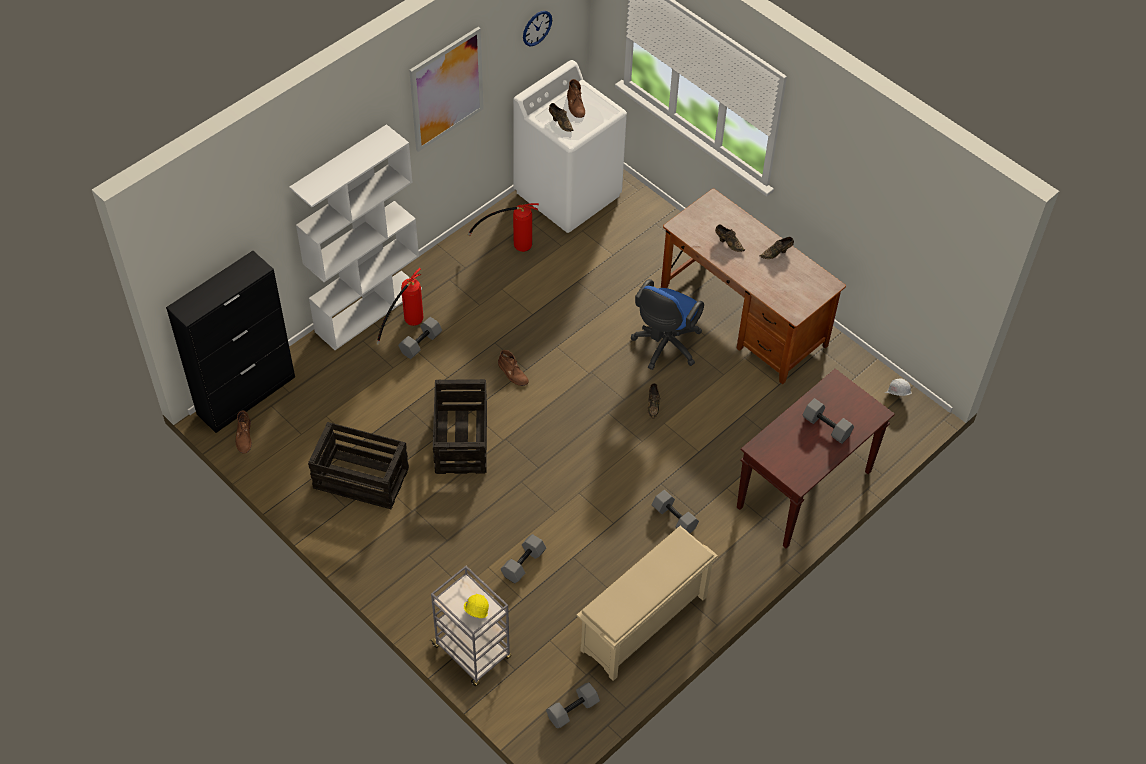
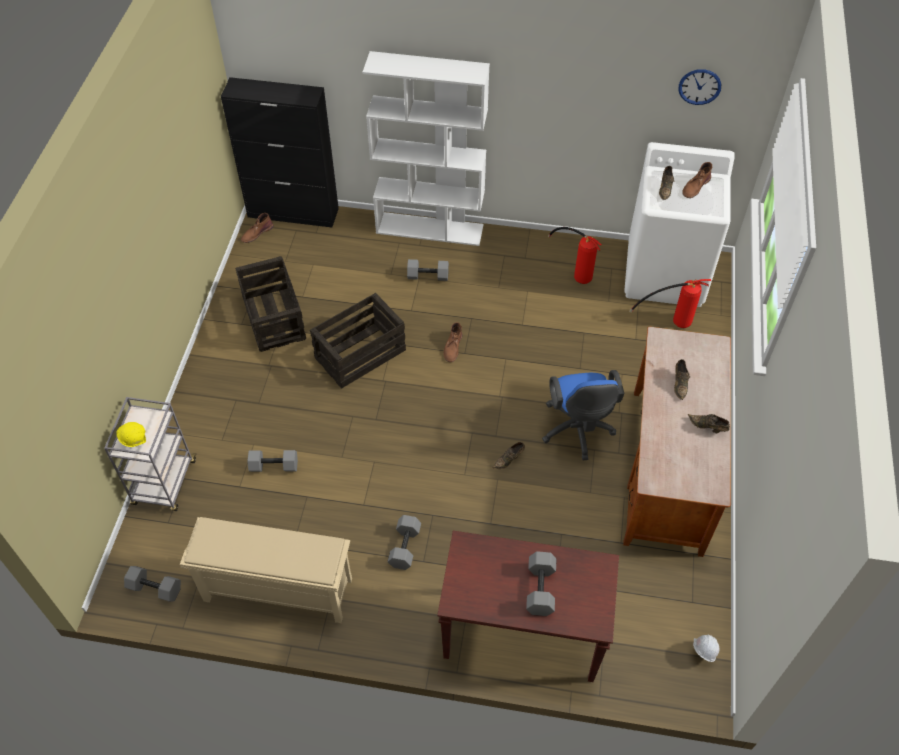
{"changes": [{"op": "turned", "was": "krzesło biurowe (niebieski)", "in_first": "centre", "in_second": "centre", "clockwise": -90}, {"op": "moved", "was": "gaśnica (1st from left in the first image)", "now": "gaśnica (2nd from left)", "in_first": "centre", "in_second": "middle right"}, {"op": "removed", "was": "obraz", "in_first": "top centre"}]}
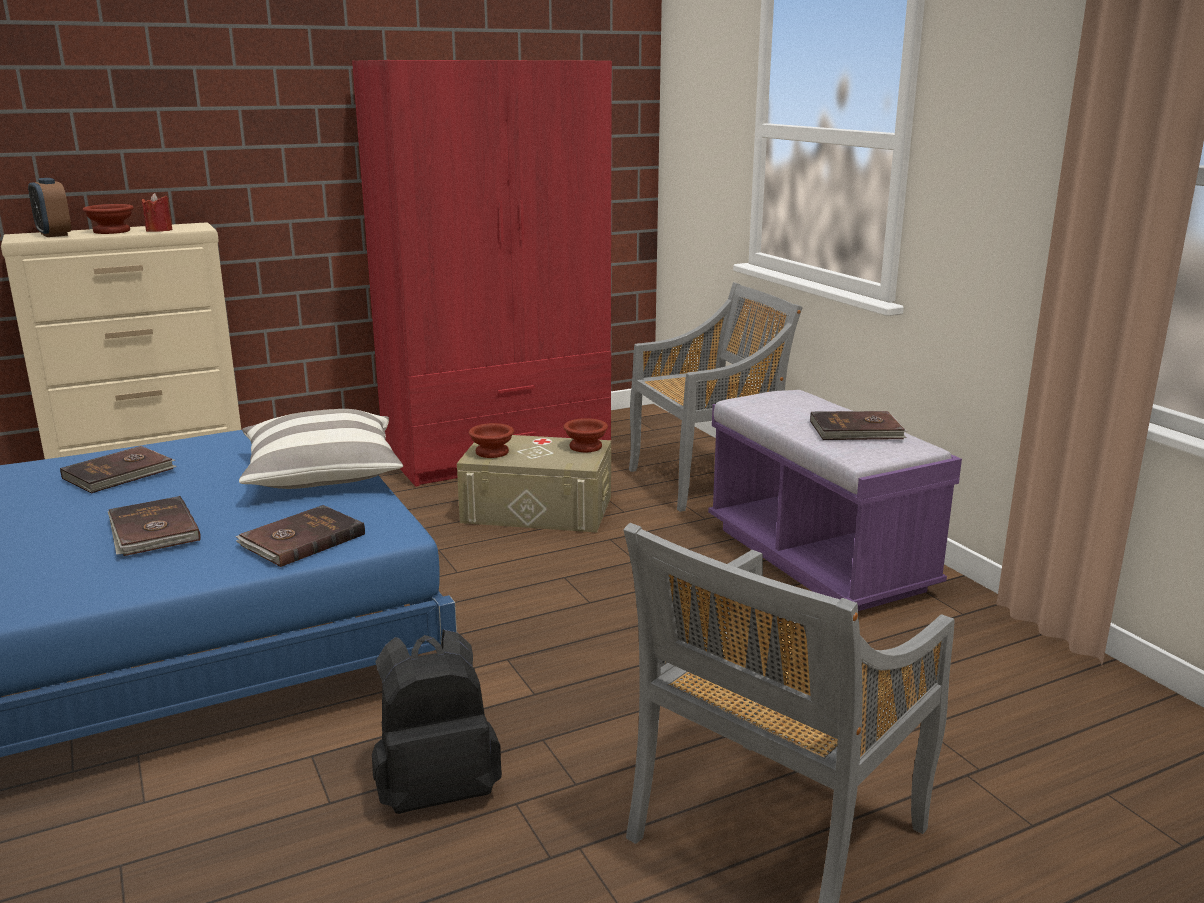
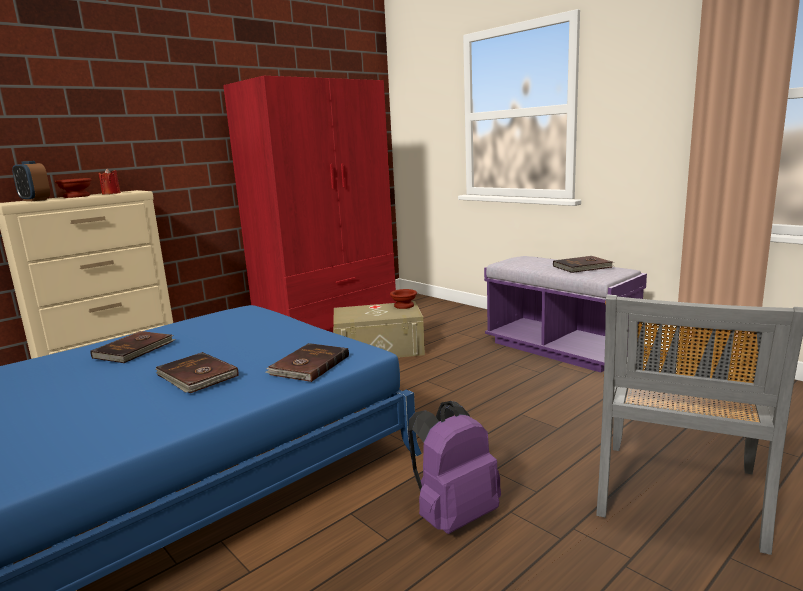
{"changes": [{"op": "recoloured", "was": "plecak (czarny)", "now": "plecak (fioletowy)", "in_first": "bottom centre", "in_second": "bottom centre"}, {"op": "removed", "was": "poduszka", "in_first": "middle left"}, {"op": "removed", "was": "miska (brązowy) (2nd from left)", "in_first": "centre"}, {"op": "removed", "was": "krzesło (szary) (1st from left)", "in_first": "centre"}]}
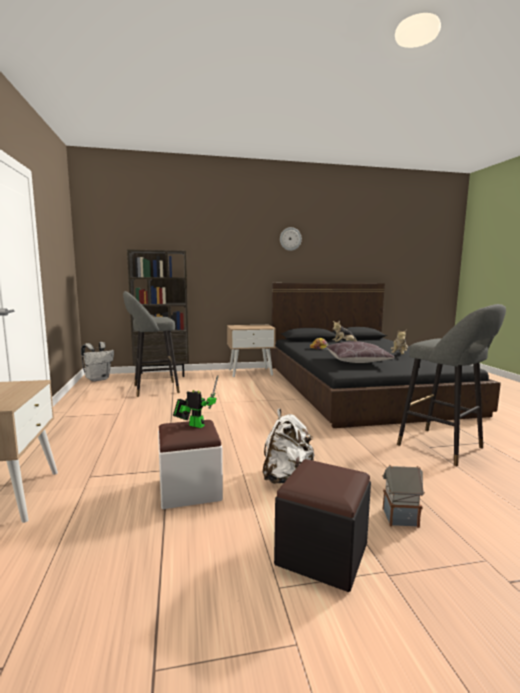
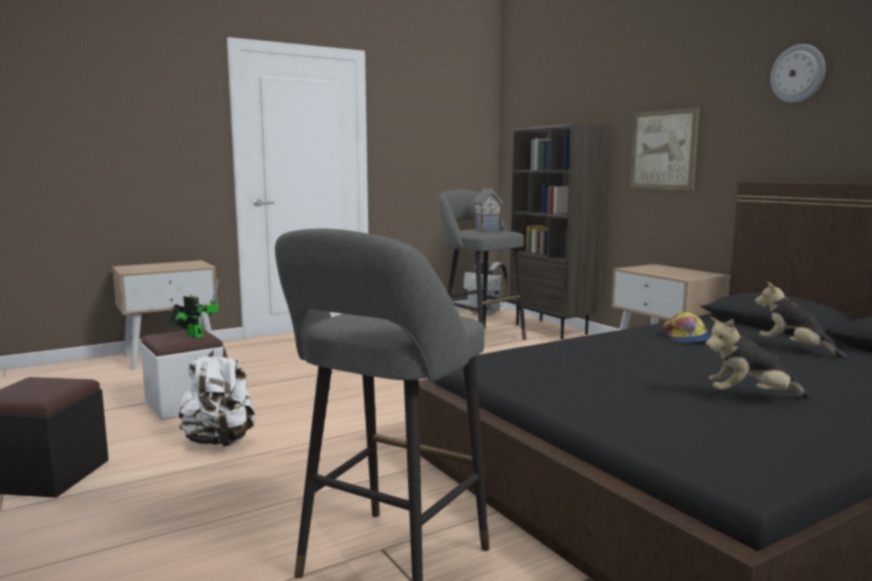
{"changes": [{"op": "turned", "was": "robot zabawkowy", "in_first": "centre", "in_second": "middle left", "clockwise": -60}, {"op": "moved", "was": "domek", "in_first": "bottom right", "in_second": "centre"}, {"op": "added", "now": "obraz", "in_second": "top right"}, {"op": "removed", "was": "poduszka (brązowy)", "in_first": "middle right"}]}
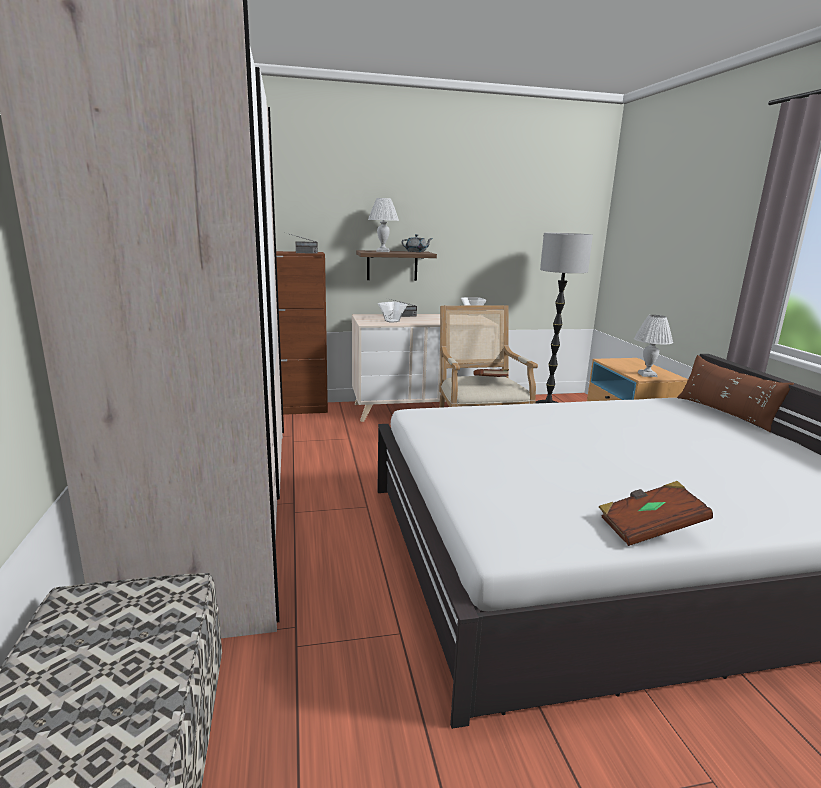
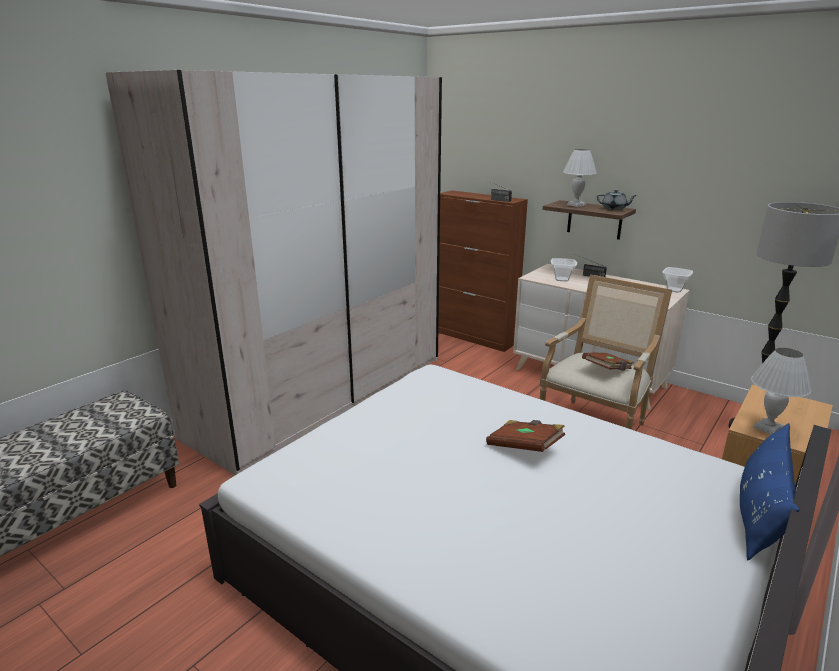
{"changes": [{"op": "moved", "was": "książka (brązowy) (2nd from left in the first image)", "now": "książka (brązowy) (1st from left)", "in_first": "middle right", "in_second": "centre"}, {"op": "recoloured", "was": "poduszka (brązowy)", "now": "poduszka (niebieski)", "in_first": "middle right", "in_second": "bottom right"}]}
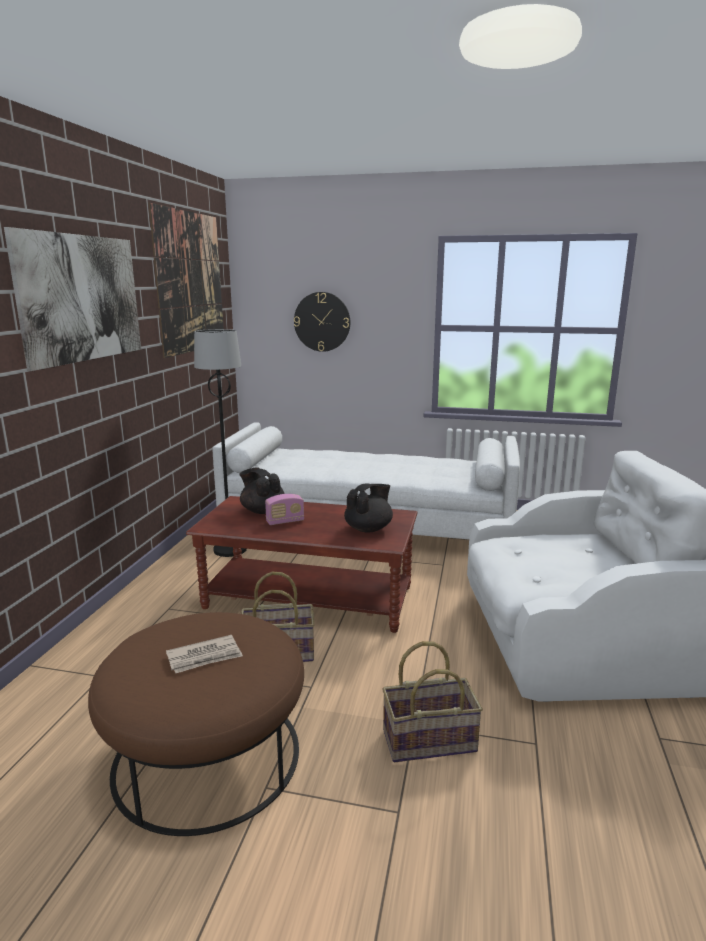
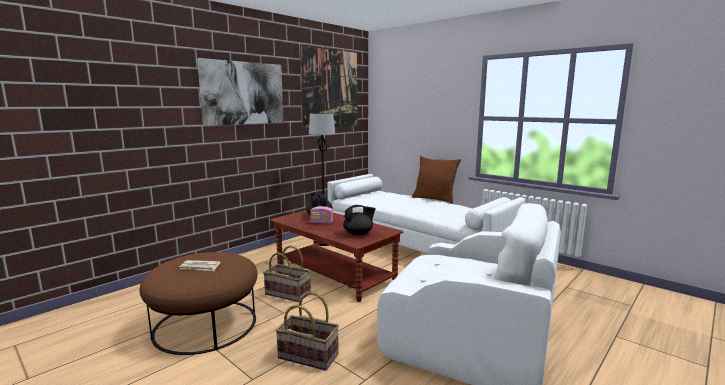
{"changes": [{"op": "added", "now": "poduszka (brązowy)", "in_second": "centre"}, {"op": "removed", "was": "zegar ścienny", "in_first": "centre"}]}
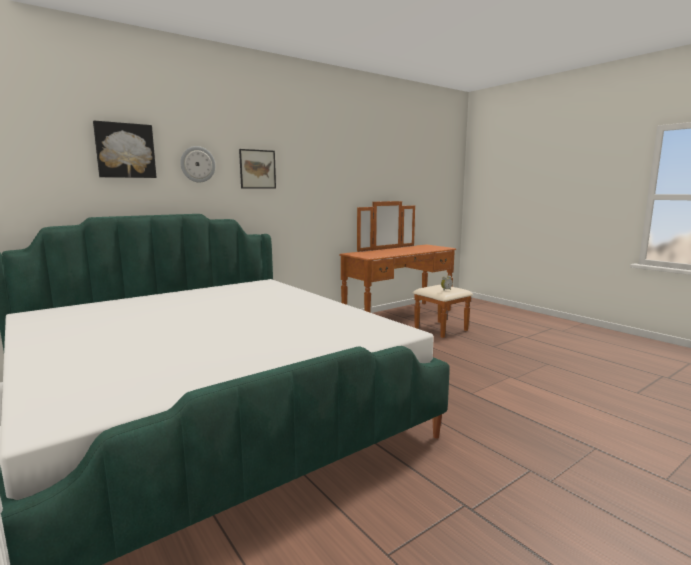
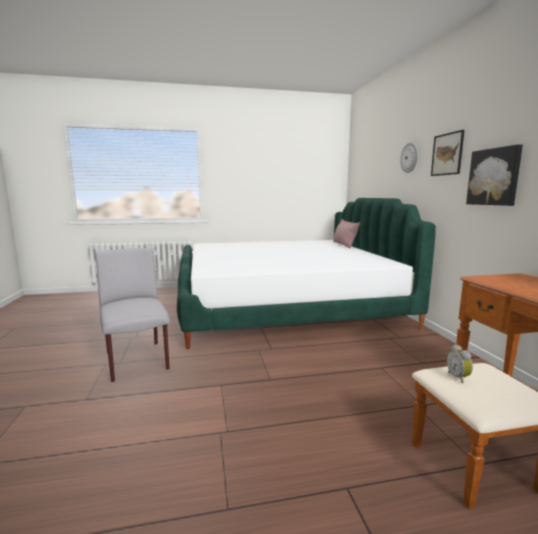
{"changes": [{"op": "added", "now": "krzesło (szary)", "in_second": "middle left"}, {"op": "added", "now": "poduszka (różowy)", "in_second": "centre"}, {"op": "moved", "was": "obraz (1st from left in the first image)", "now": "obraz (2nd from left)", "in_first": "top left", "in_second": "top right"}]}
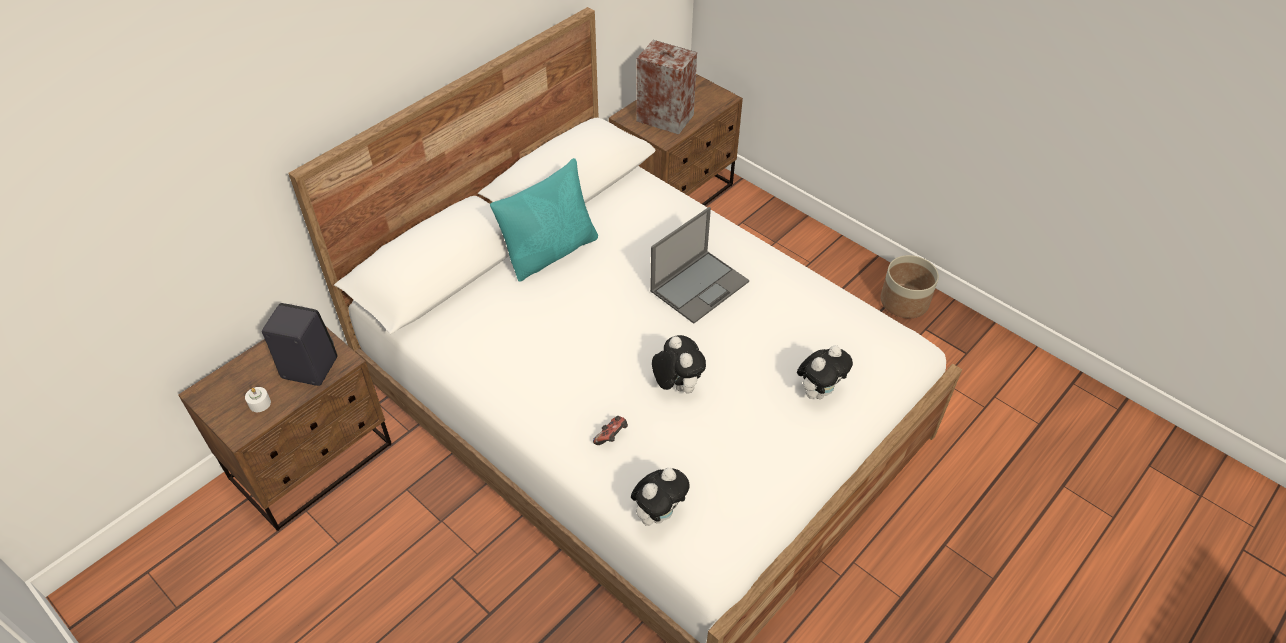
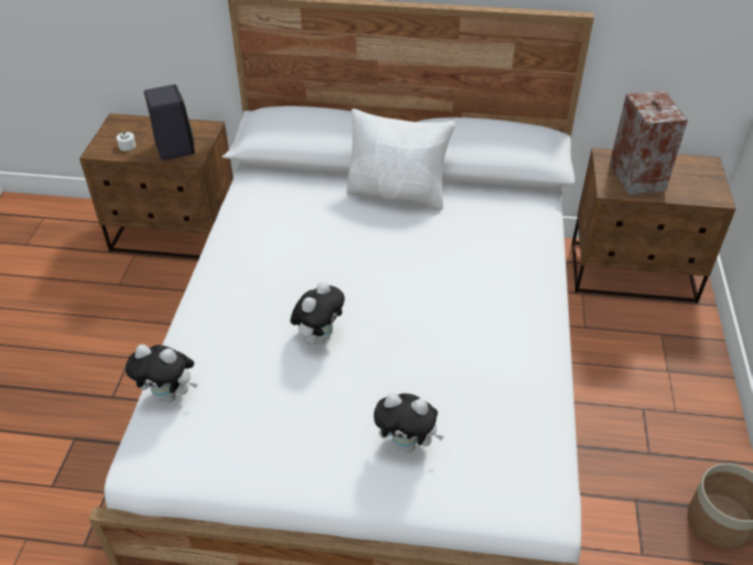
{"changes": [{"op": "recoloured", "was": "poduszka (turkusowy)", "now": "poduszka (biały)", "in_first": "centre", "in_second": "top centre"}, {"op": "removed", "was": "pad do gier", "in_first": "bottom centre"}, {"op": "removed", "was": "laptop", "in_first": "centre"}]}
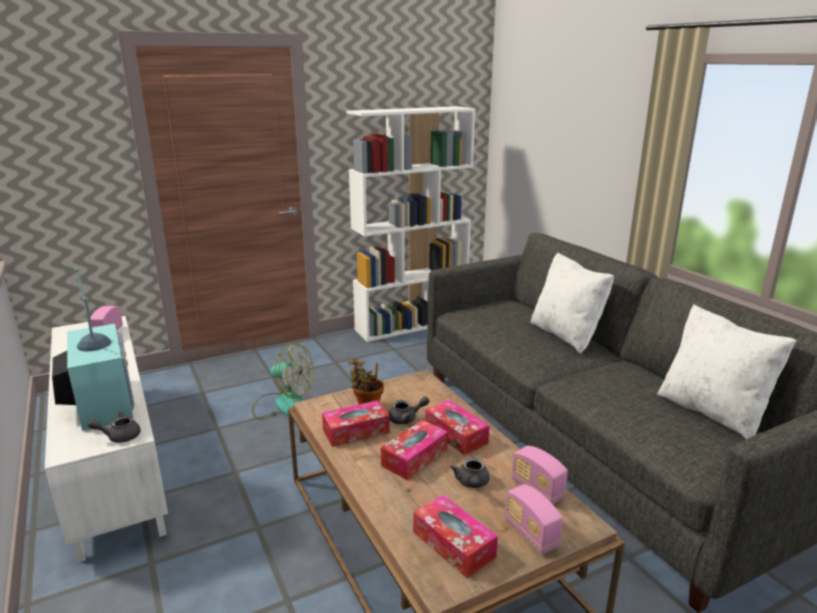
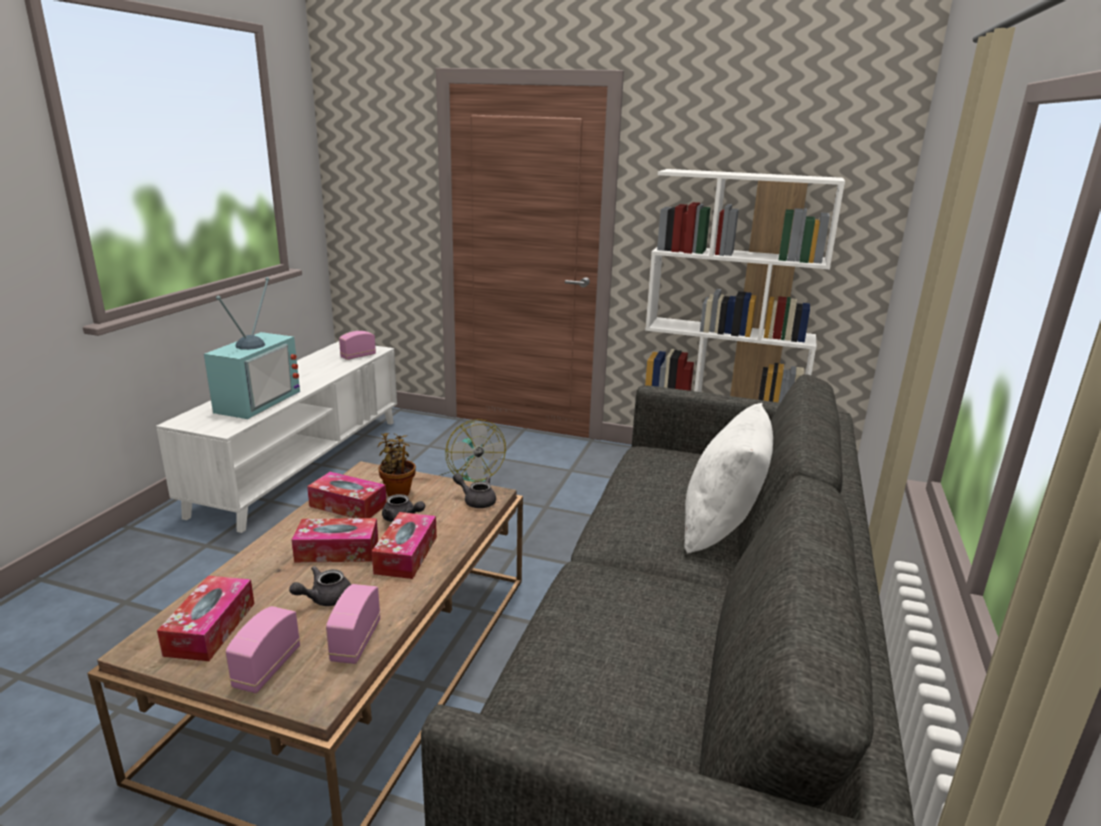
{"changes": [{"op": "moved", "was": "imbryk (szary) (1st from left in the first image)", "now": "imbryk (szary) (3rd from left)", "in_first": "bottom left", "in_second": "centre"}, {"op": "removed", "was": "poduszka (biały) (2nd from left)", "in_first": "middle right"}]}
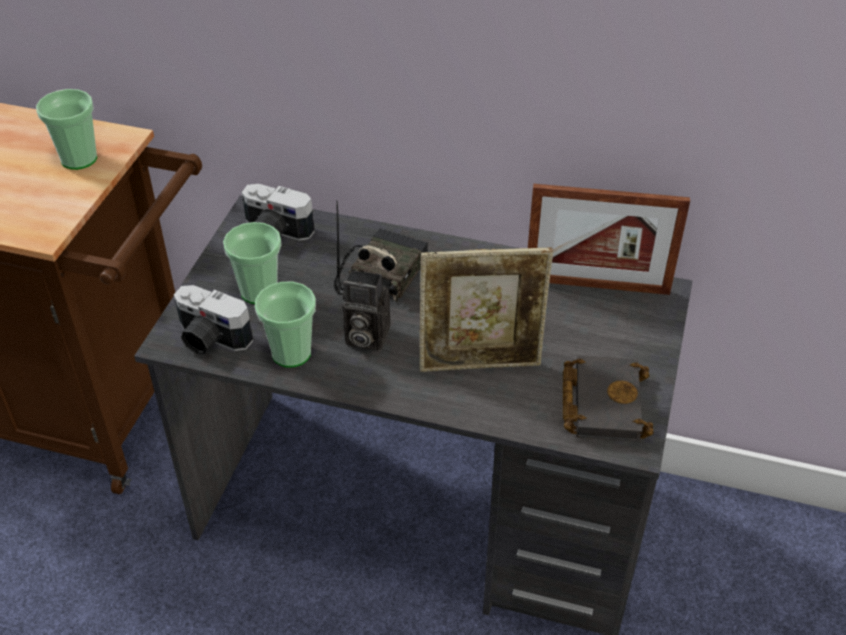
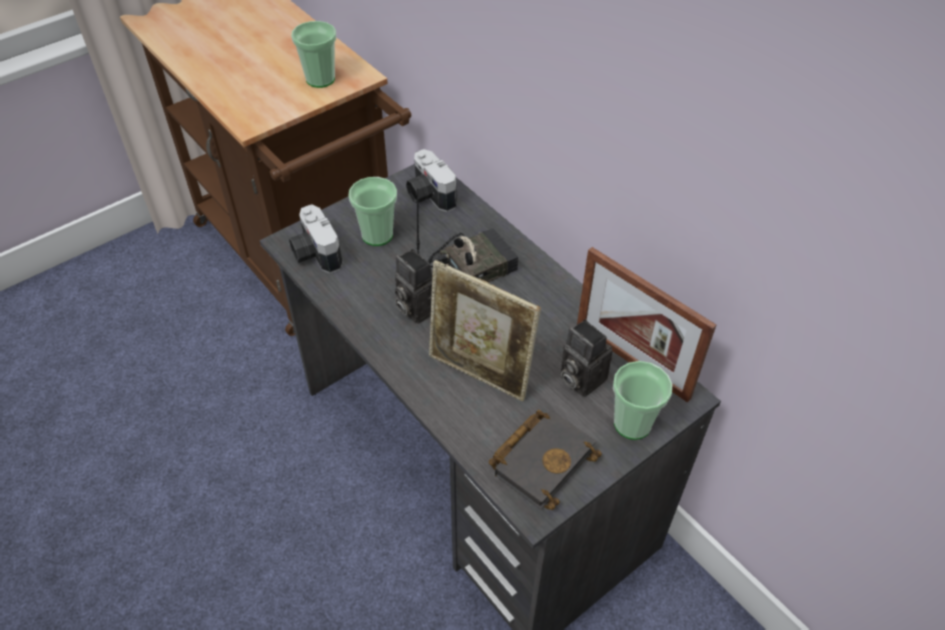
{"changes": [{"op": "added", "now": "aparat fotograficzny (4th from left)", "in_second": "centre"}, {"op": "moved", "was": "filiżanka (3rd from left)", "in_first": "centre", "in_second": "middle right"}]}
